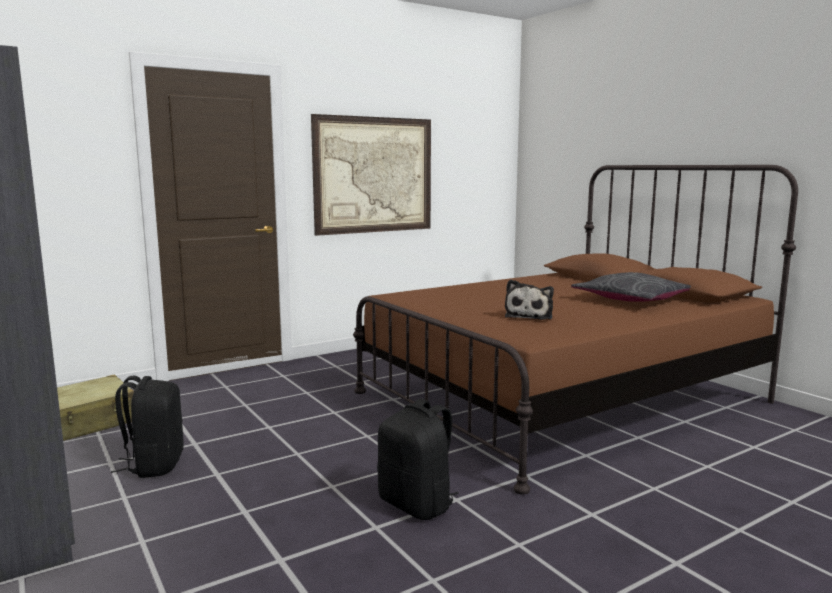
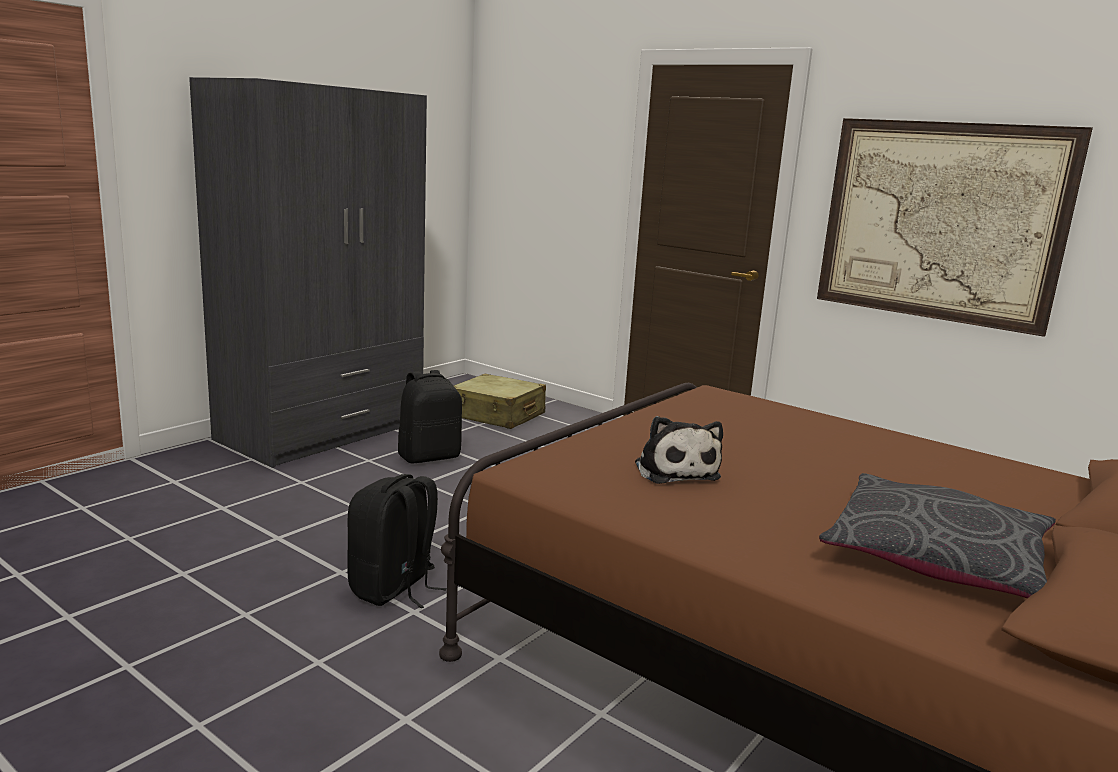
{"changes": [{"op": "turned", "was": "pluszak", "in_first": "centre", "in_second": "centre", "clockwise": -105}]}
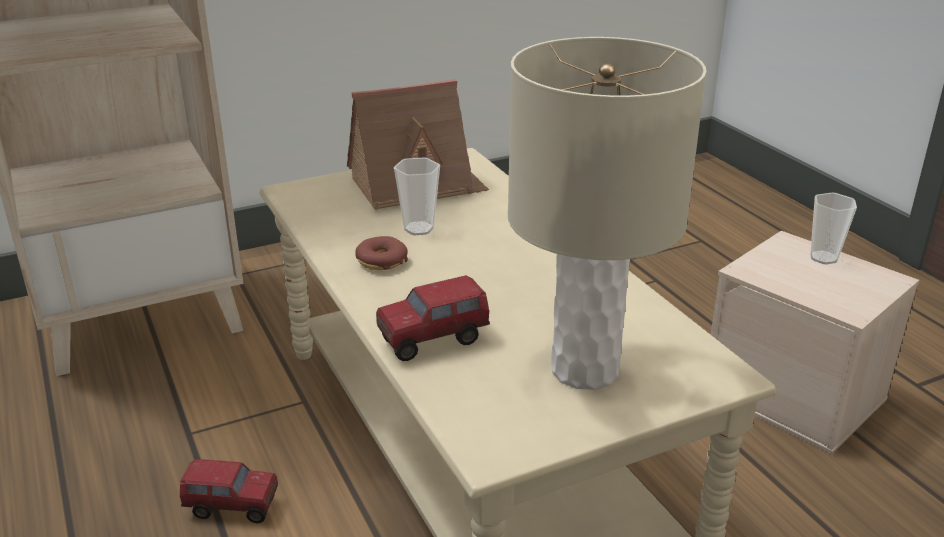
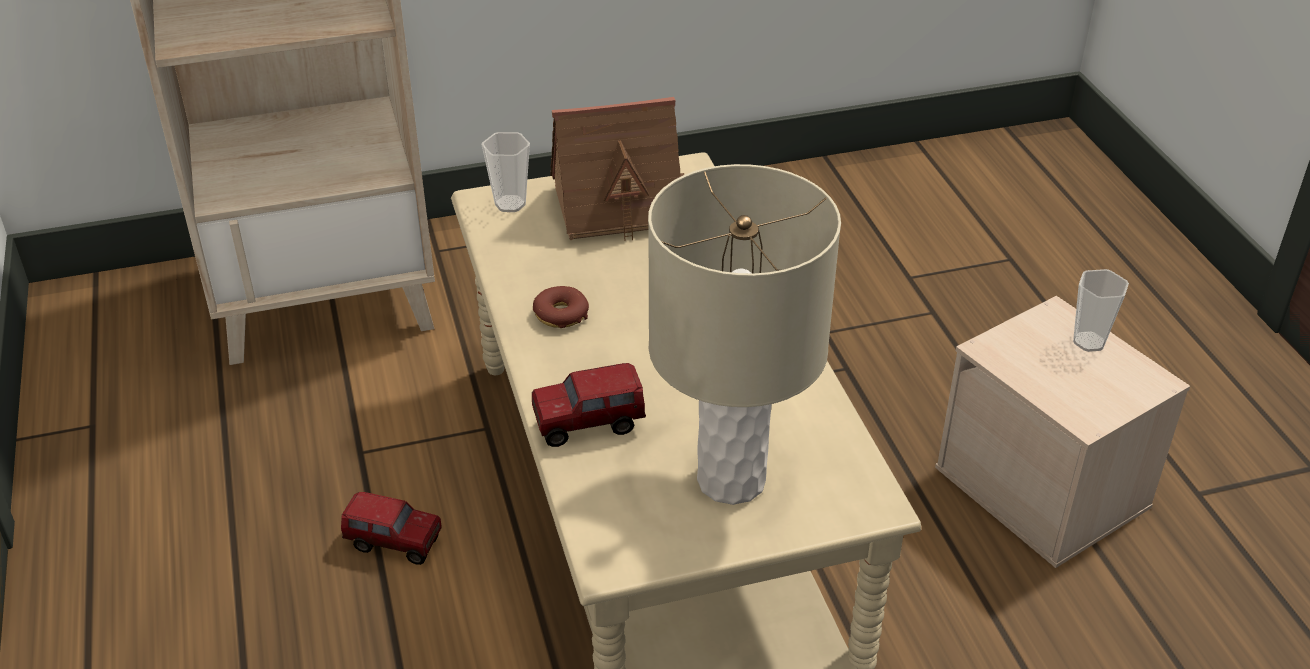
{"changes": [{"op": "moved", "was": "filiżanka (1st from left)", "in_first": "centre", "in_second": "top centre"}]}
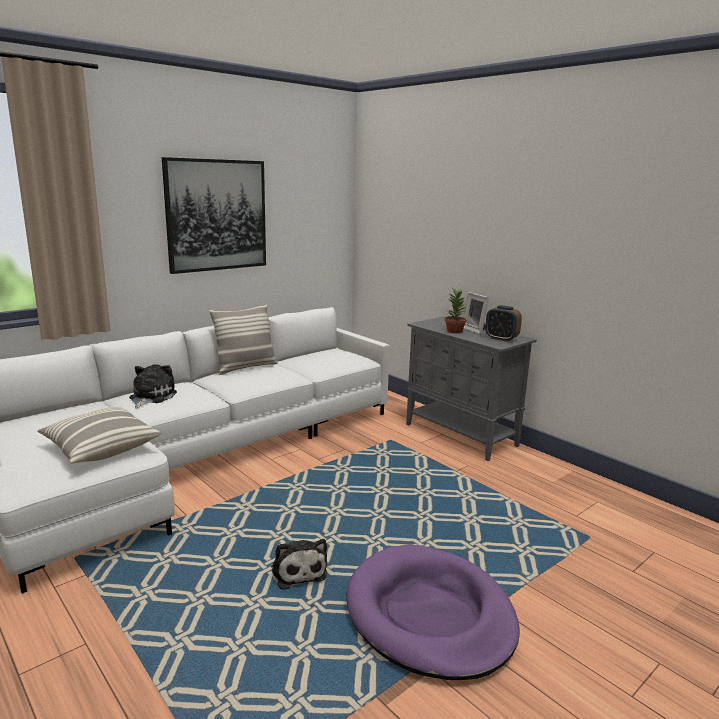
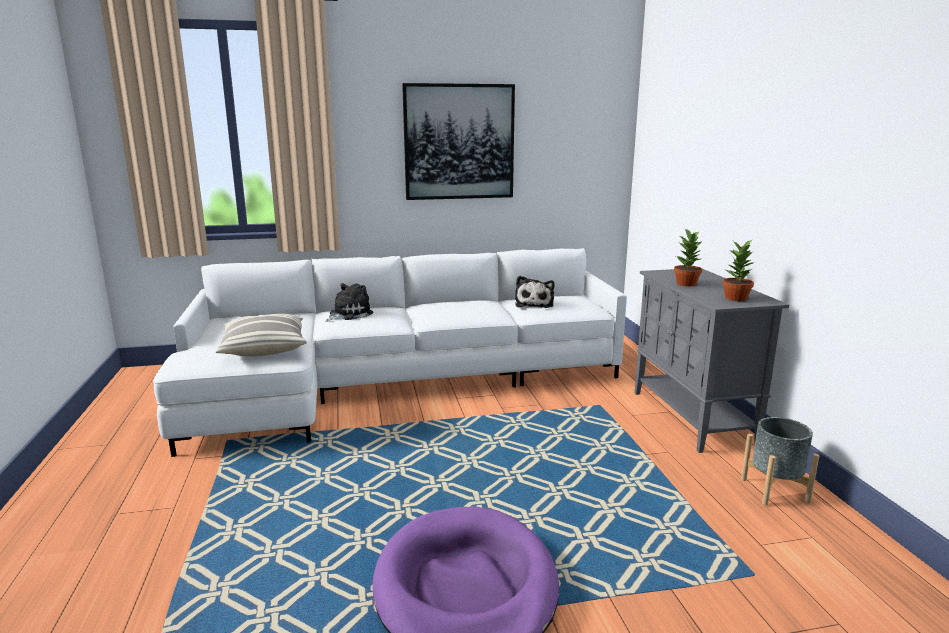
{"changes": [{"op": "moved", "was": "pluszak (2nd from left)", "in_first": "bottom centre", "in_second": "centre"}, {"op": "replaced", "was": "budzik", "now": "roślina doniczkowa (2nd from left)", "in_first": "middle right", "in_second": "middle right"}, {"op": "added", "now": "donica (szary)", "in_second": "bottom right"}, {"op": "removed", "was": "poduszka (2nd from left)", "in_first": "centre"}, {"op": "removed", "was": "ramka na zdjęcie", "in_first": "centre"}]}
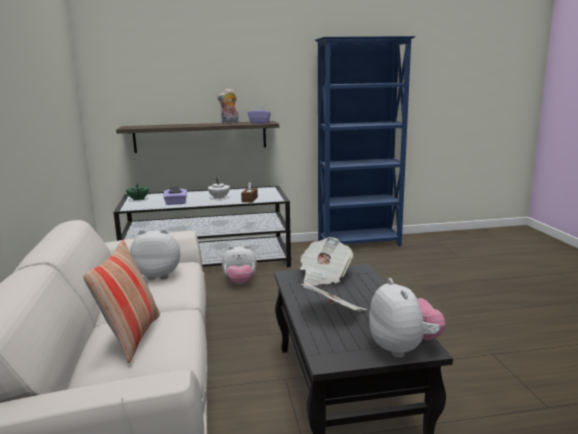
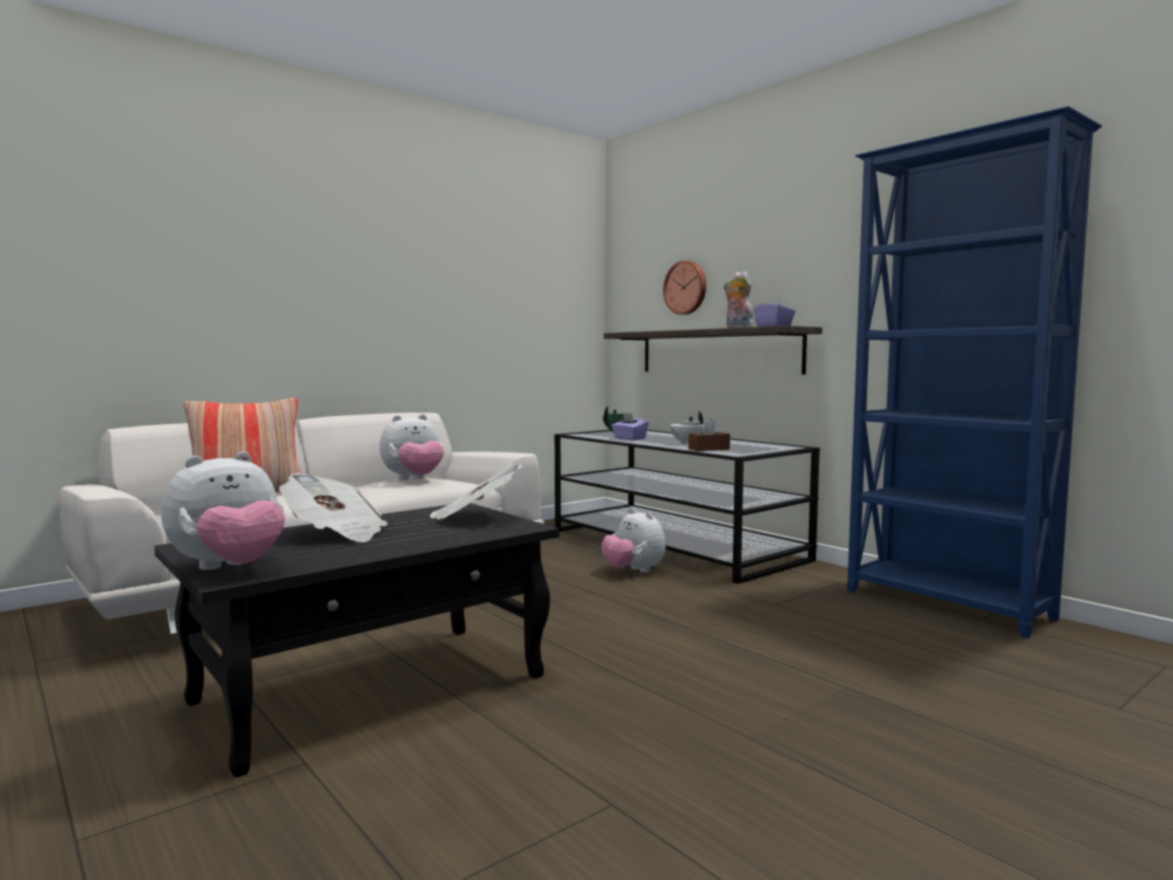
{"changes": [{"op": "turned", "was": "pluszak (1st from left in the first image)", "in_first": "middle left", "in_second": "centre", "clockwise": 90}, {"op": "added", "now": "zegar ścienny", "in_second": "top centre"}]}
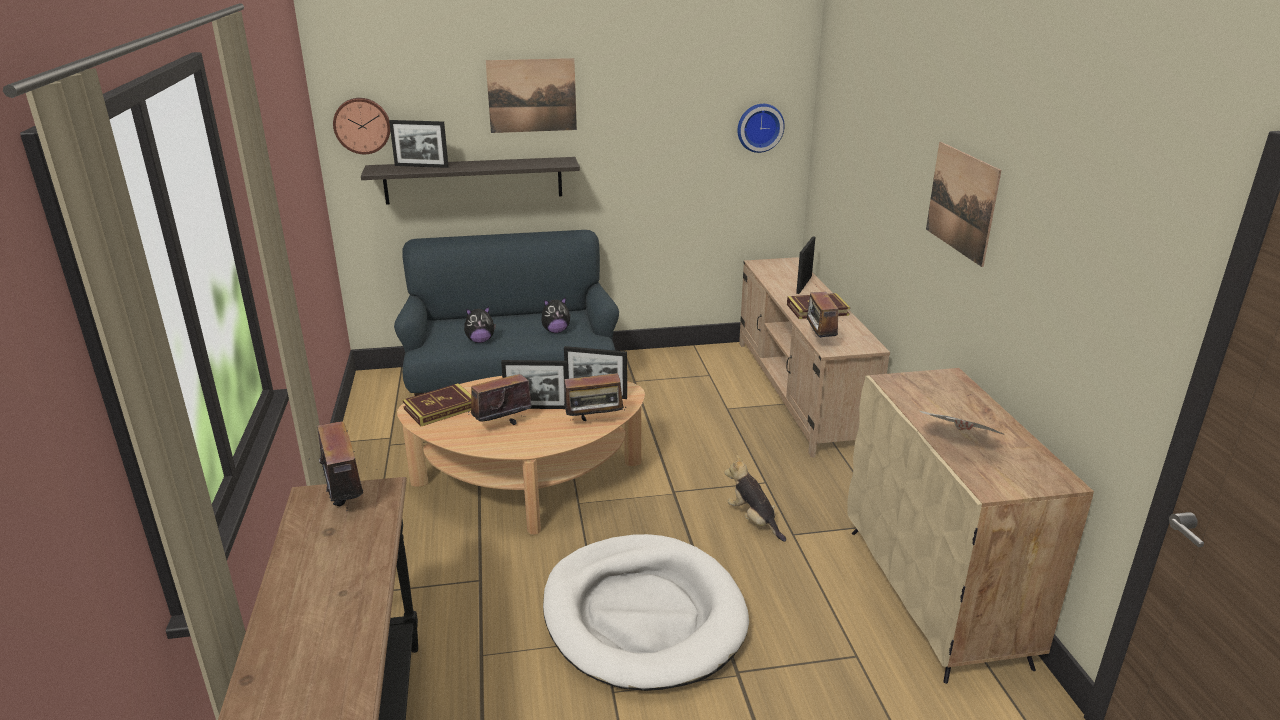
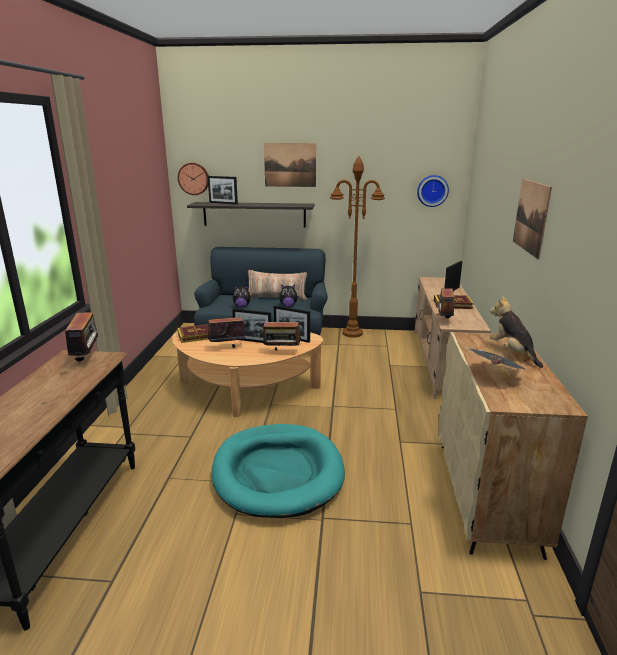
{"changes": [{"op": "recoloured", "was": "legowisko (biały)", "now": "legowisko (turkusowy)", "in_first": "bottom centre", "in_second": "bottom centre"}, {"op": "added", "now": "poduszka", "in_second": "centre"}, {"op": "added", "now": "lampa stojąca (brązowy)", "in_second": "centre"}, {"op": "moved", "was": "pluszak (3rd from left)", "in_first": "bottom centre", "in_second": "middle right"}]}
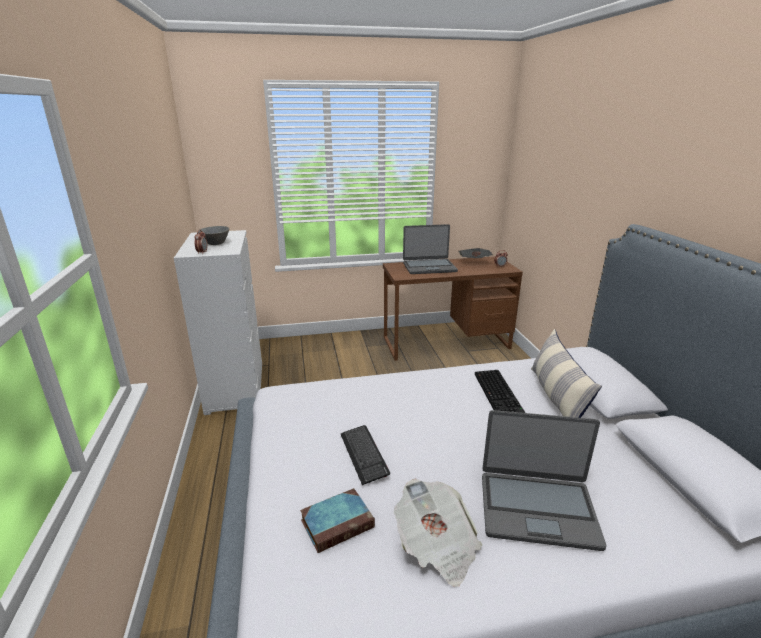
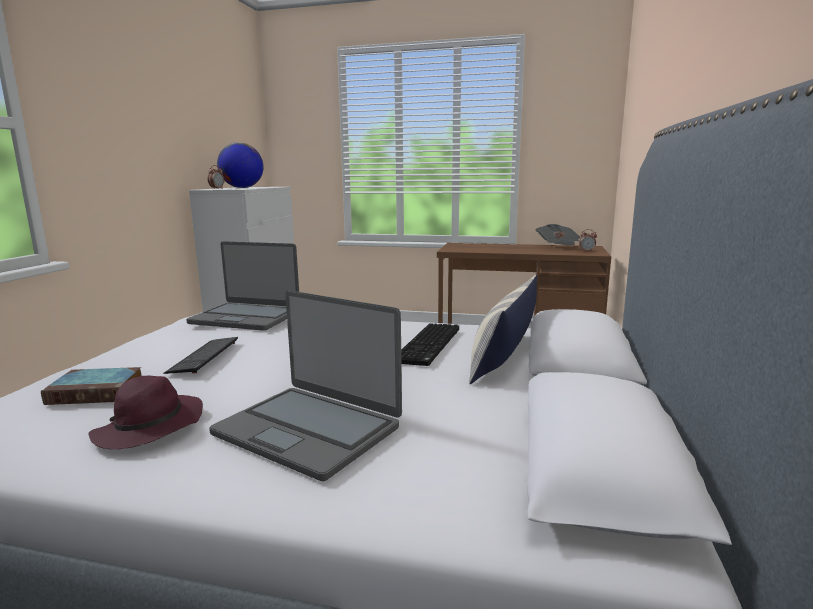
{"changes": [{"op": "replaced", "was": "gazeta (1st from left)", "now": "kapelusz (fioletowy)", "in_first": "bottom centre", "in_second": "bottom left"}, {"op": "moved", "was": "laptop (1st from left)", "in_first": "centre", "in_second": "middle left"}, {"op": "replaced", "was": "miska (szary)", "now": "globus", "in_first": "middle left", "in_second": "top left"}]}
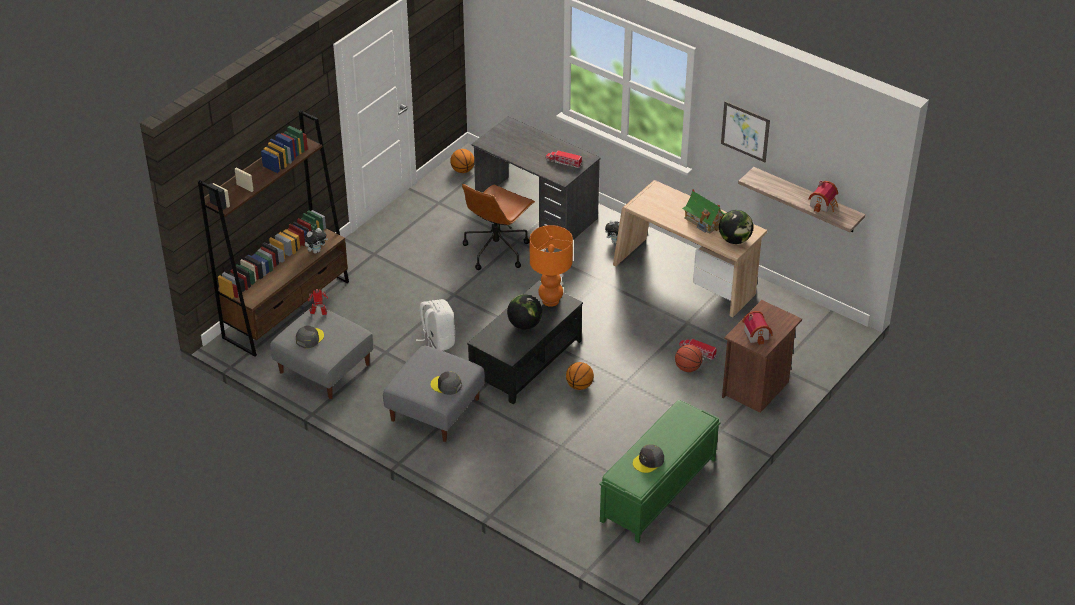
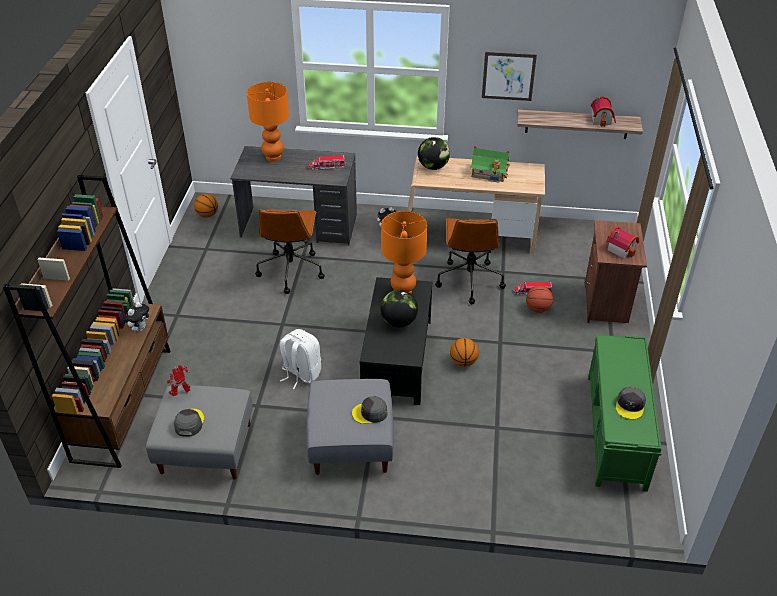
{"changes": [{"op": "added", "now": "lampa stołowa (pomarańczowy) (1st from left)", "in_second": "top centre"}, {"op": "moved", "was": "globus (2nd from left)", "in_first": "middle right", "in_second": "top centre"}, {"op": "added", "now": "krzesło biurowe (brązowy) (2nd from left)", "in_second": "centre"}]}
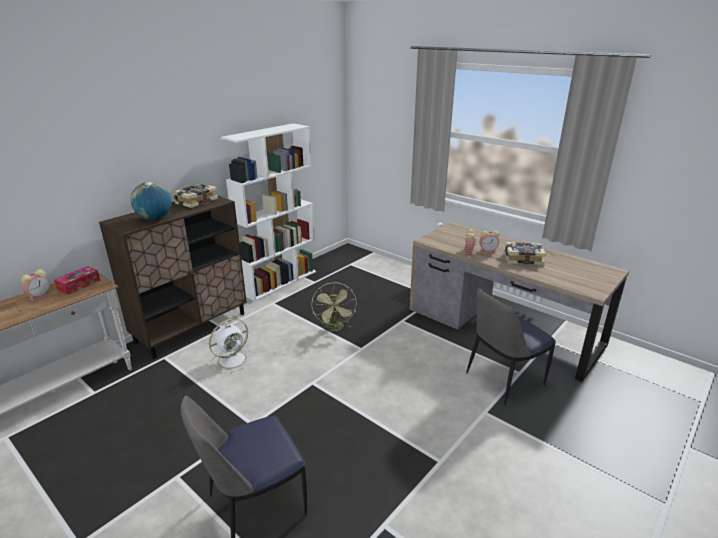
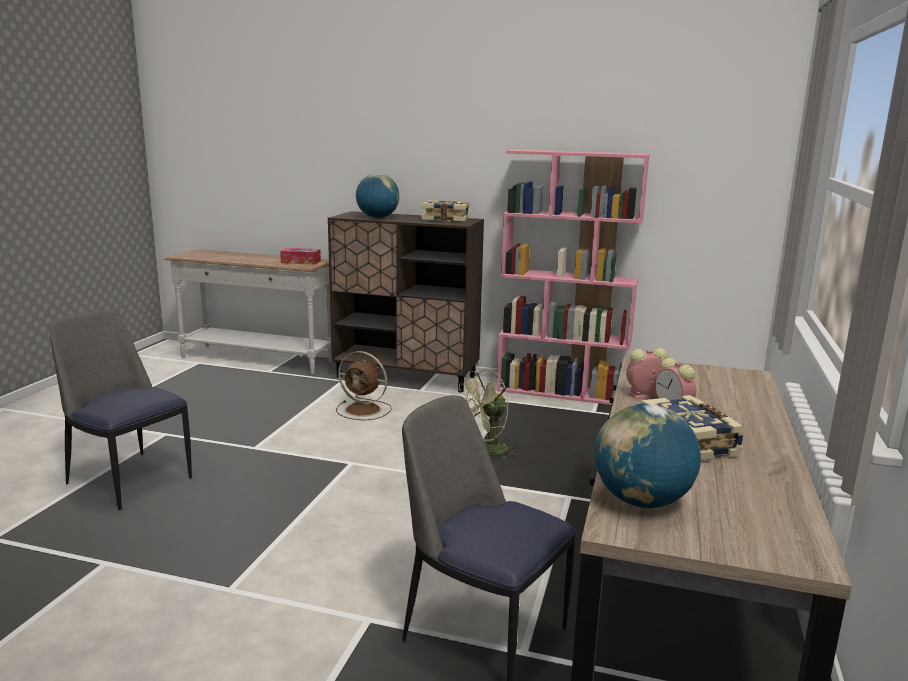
{"changes": [{"op": "recoloured", "was": "wentylator (biały)", "now": "wentylator (brązowy)", "in_first": "middle left", "in_second": "centre"}, {"op": "recoloured", "was": "regał (biały)", "now": "regał (różowy)", "in_first": "centre", "in_second": "centre"}, {"op": "added", "now": "globus (2nd from left)", "in_second": "bottom right"}, {"op": "removed", "was": "budzik (1st from left)", "in_first": "middle left"}]}
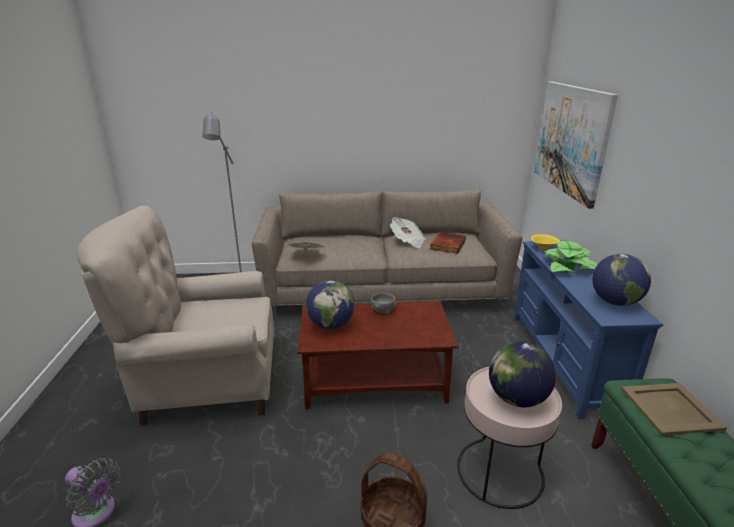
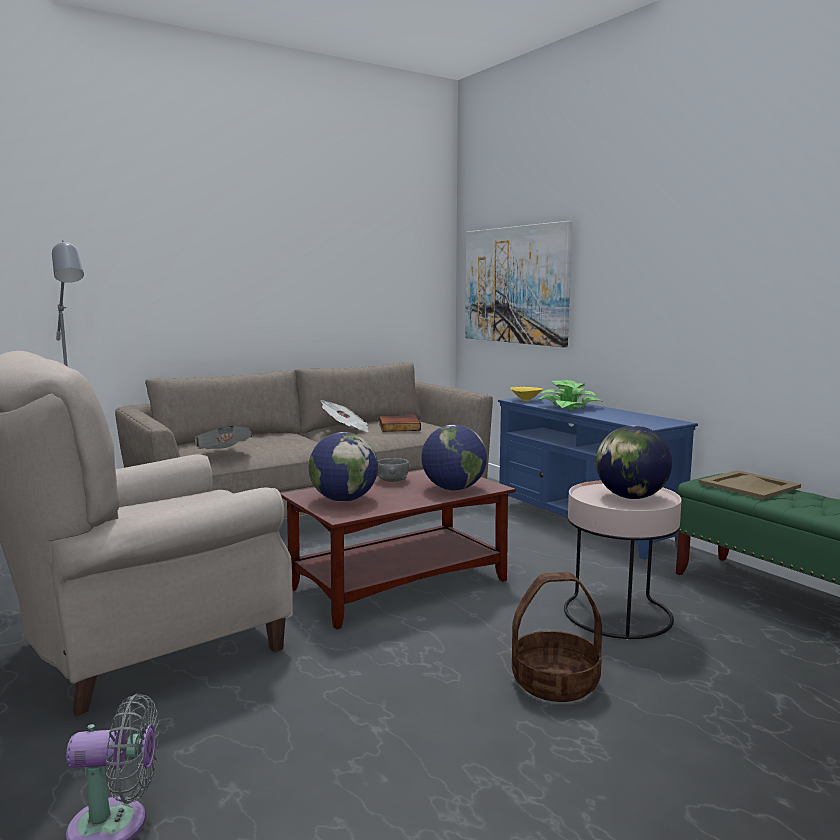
{"changes": [{"op": "moved", "was": "globus (3rd from left in the first image)", "now": "globus (2nd from left)", "in_first": "middle right", "in_second": "centre"}]}
